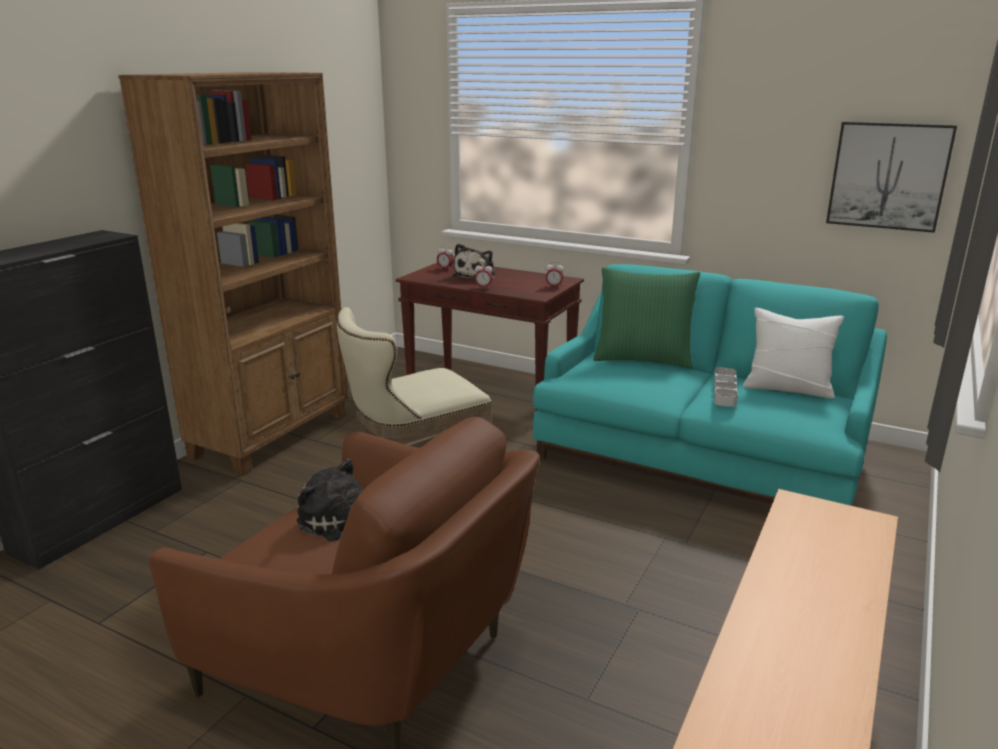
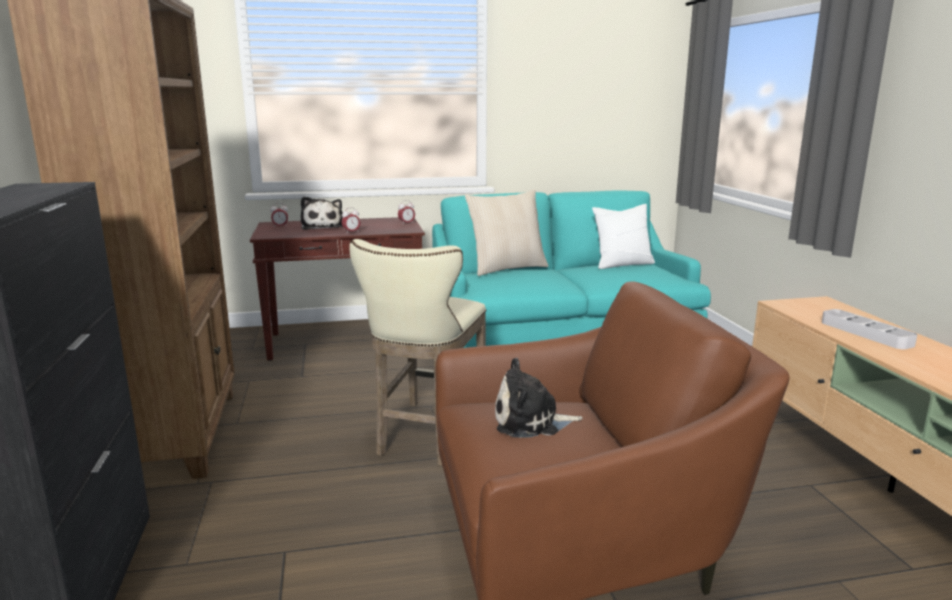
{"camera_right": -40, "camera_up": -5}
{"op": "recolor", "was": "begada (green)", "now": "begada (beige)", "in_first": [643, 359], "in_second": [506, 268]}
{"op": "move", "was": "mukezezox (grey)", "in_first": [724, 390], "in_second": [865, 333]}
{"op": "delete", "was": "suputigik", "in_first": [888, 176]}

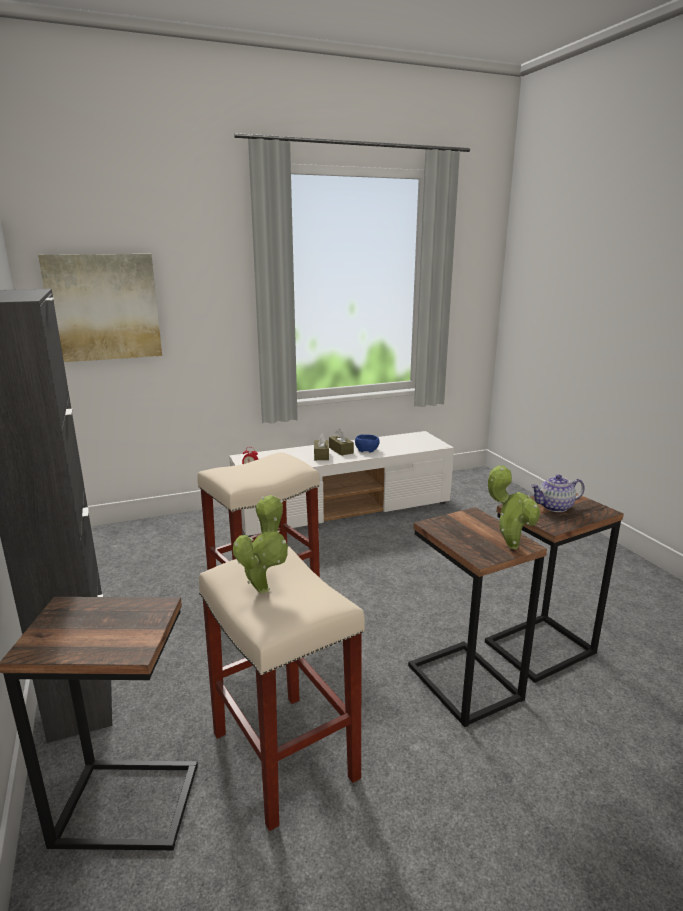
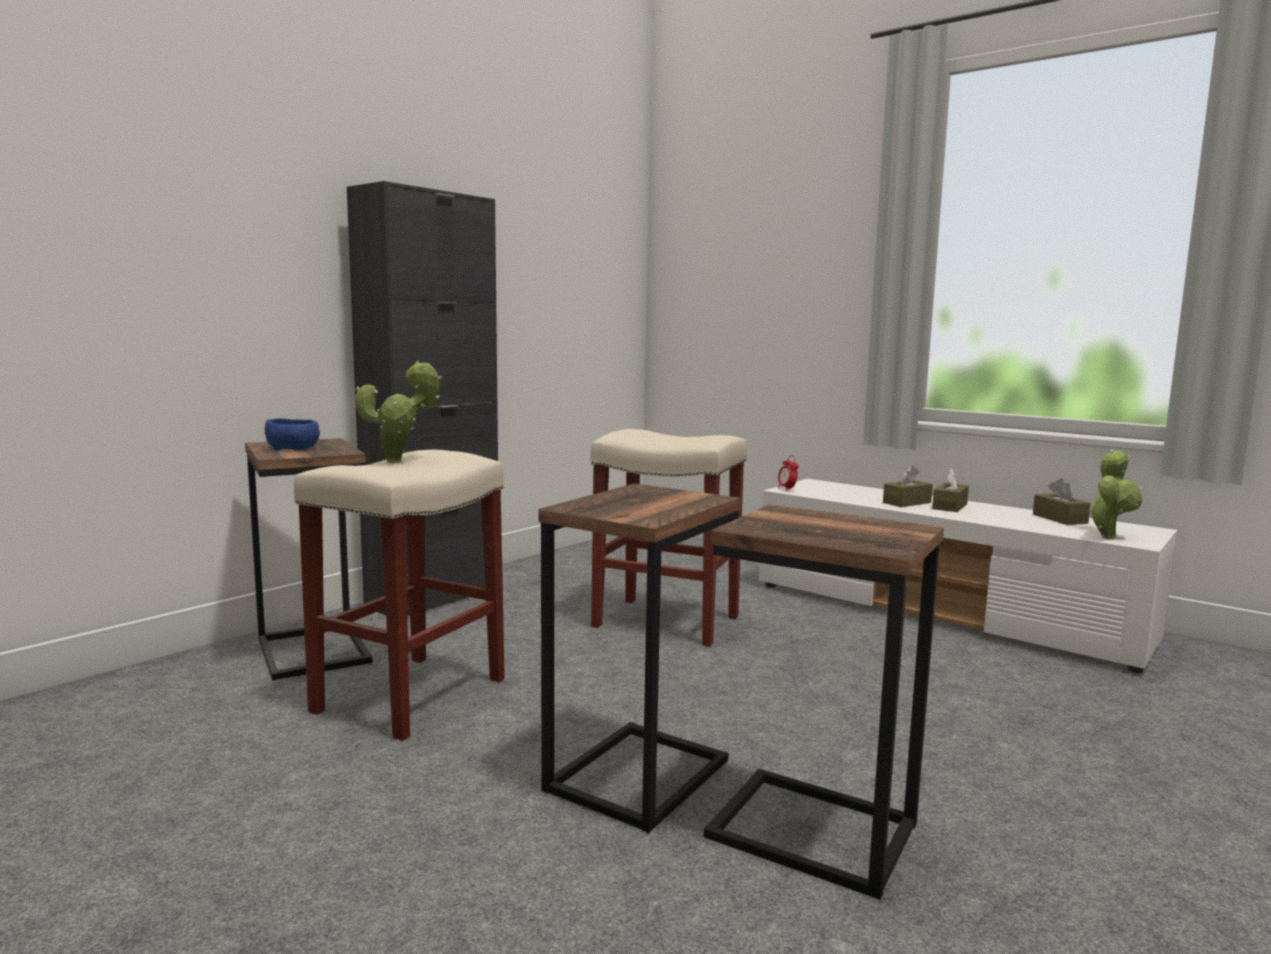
{"camera_right": 60, "camera_up": -10}
{"op": "delete", "was": "suputigik", "in_first": [103, 307]}
{"op": "move", "was": "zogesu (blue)", "in_first": [366, 449], "in_second": [294, 448]}
{"op": "move", "was": "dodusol", "in_first": [509, 545], "in_second": [1108, 537]}
{"op": "delete", "was": "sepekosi", "in_first": [555, 507]}
{"op": "insert", "now": "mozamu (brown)", "in_second": [1059, 519]}

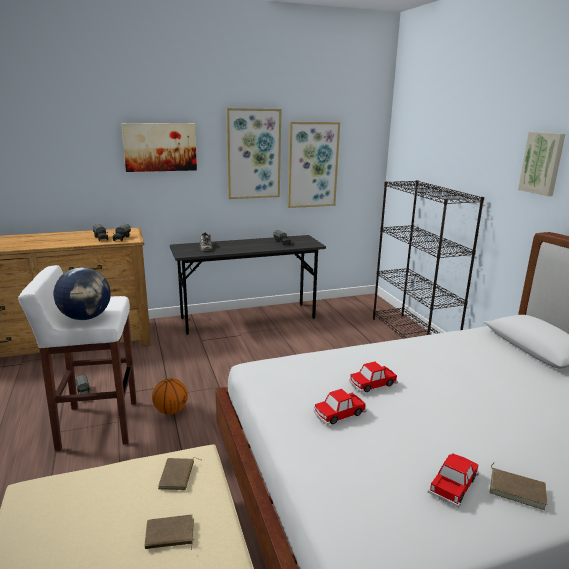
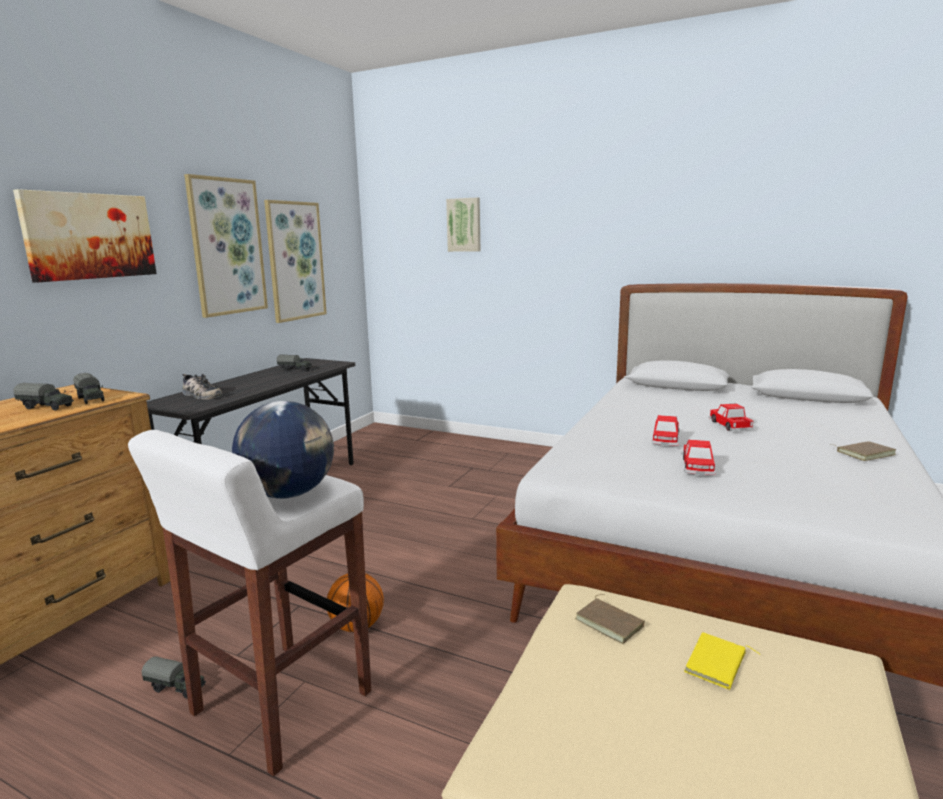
{"camera_right": -45, "camera_up": -5}
{"op": "recolor", "was": "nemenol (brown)", "now": "nemenol (yellow)", "in_first": [169, 535], "in_second": [717, 665]}
{"op": "delete", "was": "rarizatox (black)", "in_first": [413, 336]}
{"op": "move", "was": "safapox", "in_first": [453, 485], "in_second": [730, 425]}
{"op": "move", "was": "suputigik", "in_first": [542, 163], "in_second": [464, 225]}

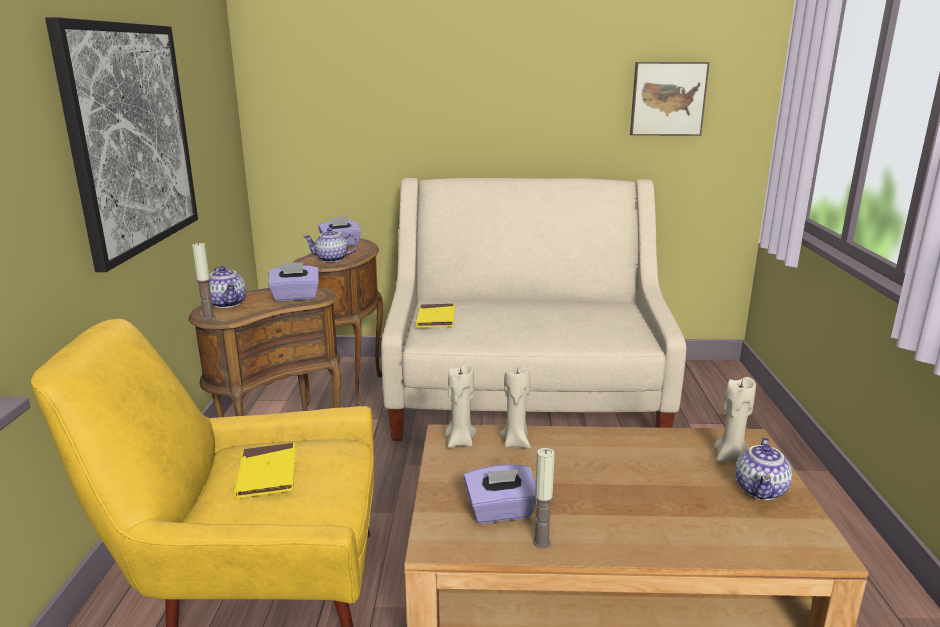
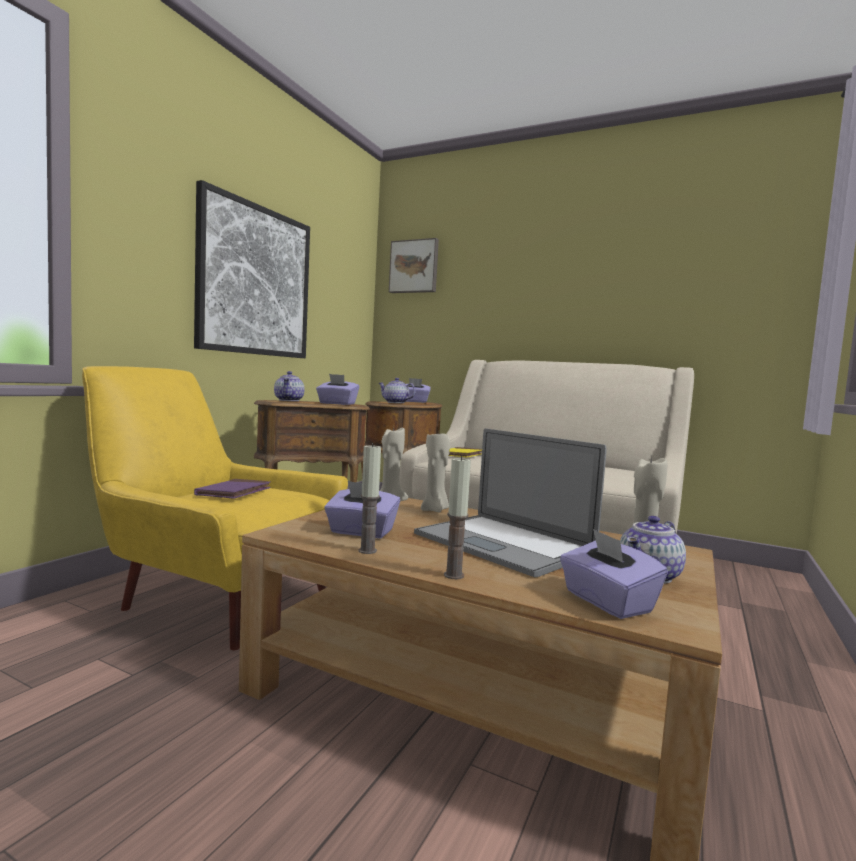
{"camera_right": 25, "camera_up": -15}
{"op": "move", "was": "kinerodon", "in_first": [208, 317], "in_second": [453, 575]}
{"op": "recolor", "was": "nemenol (yellow)", "now": "nemenol (purple)", "in_first": [267, 474], "in_second": [234, 492]}
{"op": "move", "was": "suputigik", "in_first": [667, 98], "in_second": [414, 267]}
{"op": "insert", "now": "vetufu", "in_second": [503, 544]}
{"op": "insert", "now": "mozamu (purple)", "in_second": [606, 602]}

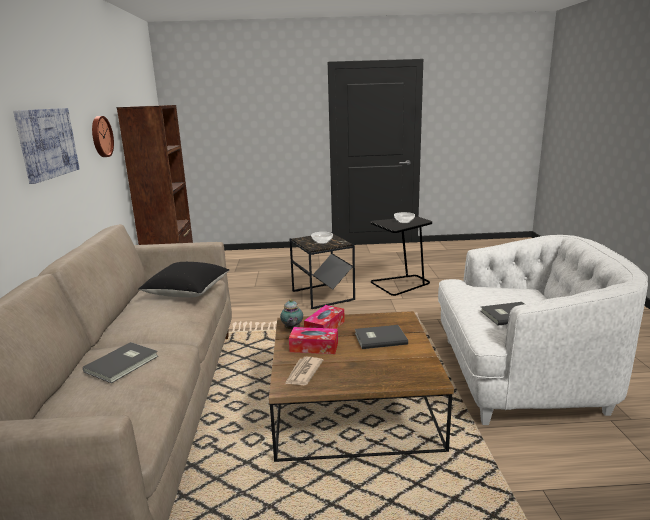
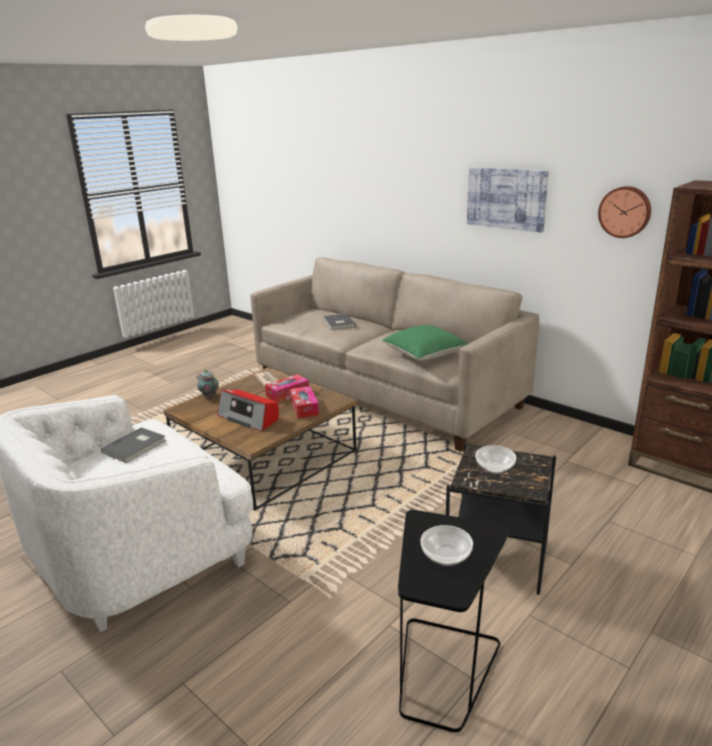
{"camera_right": 135, "camera_up": 5}
{"op": "recolor", "was": "begada (black)", "now": "begada (green)", "in_first": [187, 292], "in_second": [424, 355]}
{"op": "move", "was": "sepekosi", "in_first": [292, 329], "in_second": [209, 396]}
{"op": "replace", "was": "nemenol (grey)", "now": "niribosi", "in_first": [379, 338], "in_second": [249, 418]}

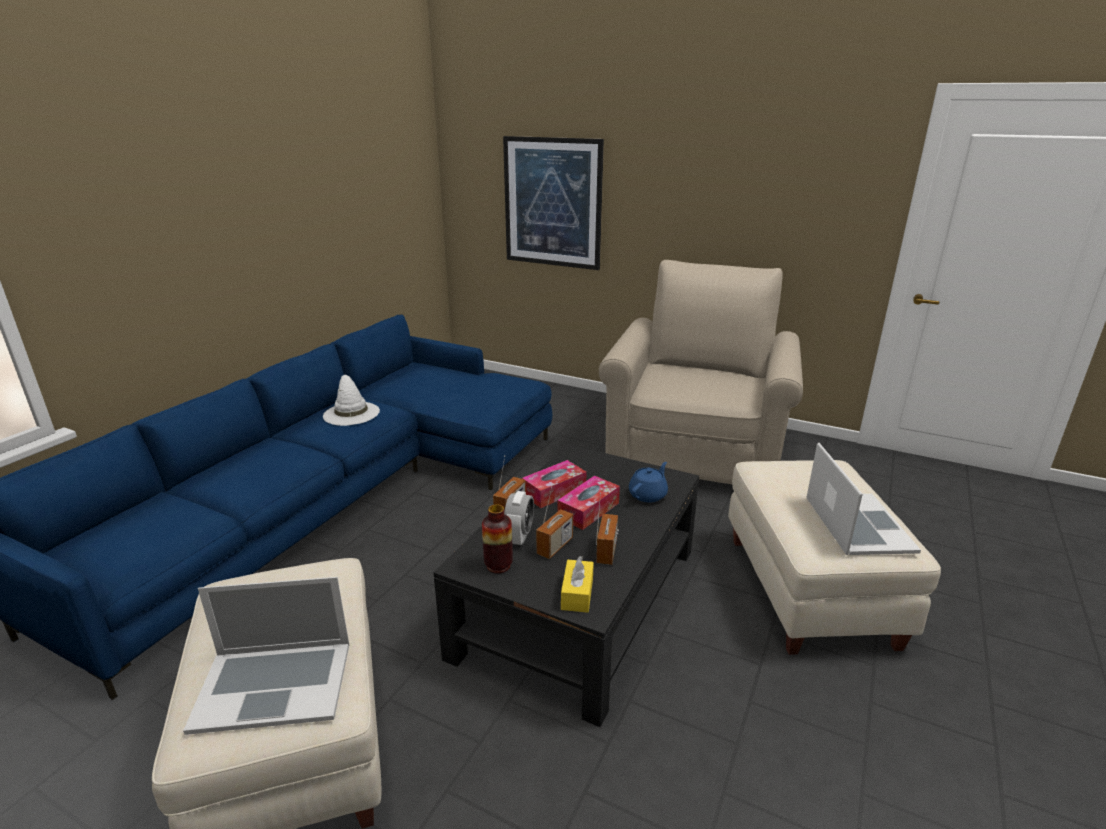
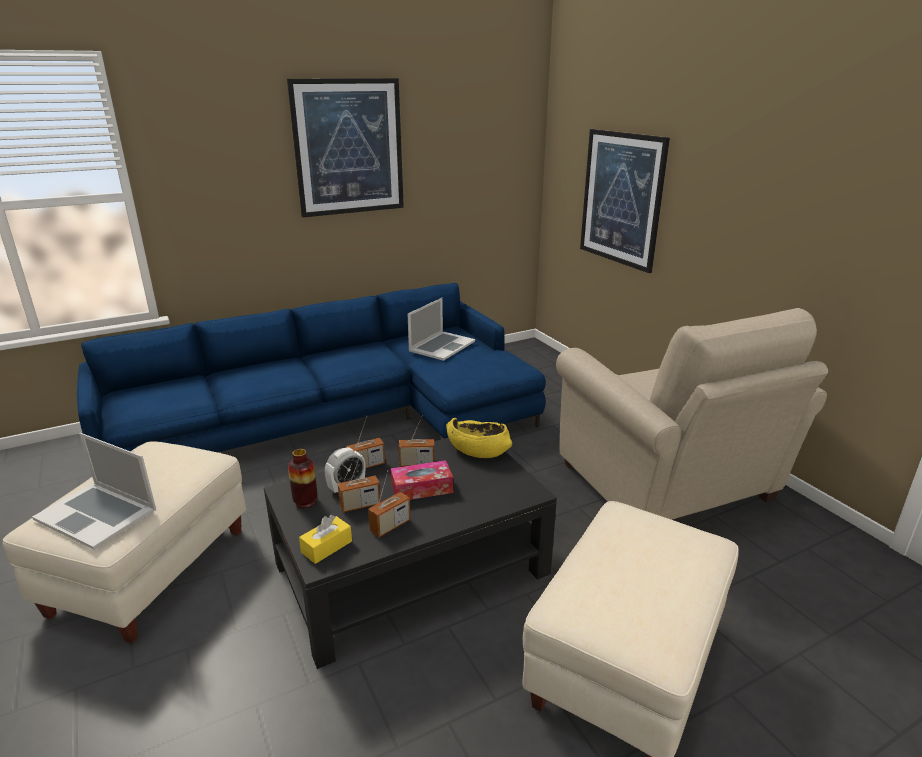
{"camera_right": 35, "camera_up": 0}
{"op": "delete", "was": "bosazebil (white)", "in_first": [351, 413]}
{"op": "replace", "was": "mozamu", "now": "niribosi", "in_first": [554, 491], "in_second": [417, 463]}
{"op": "rotate", "was": "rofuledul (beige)", "in_first": [696, 452], "in_second": [669, 486], "clockwise": 105}
{"op": "delete", "was": "sepekosi (blue)", "in_first": [648, 495]}
{"op": "move", "was": "vetufu", "in_first": [858, 524], "in_second": [442, 346]}
{"op": "insert", "now": "suputigik", "in_second": [349, 147]}
{"op": "insert", "now": "zogesu (yellow)", "in_second": [477, 450]}

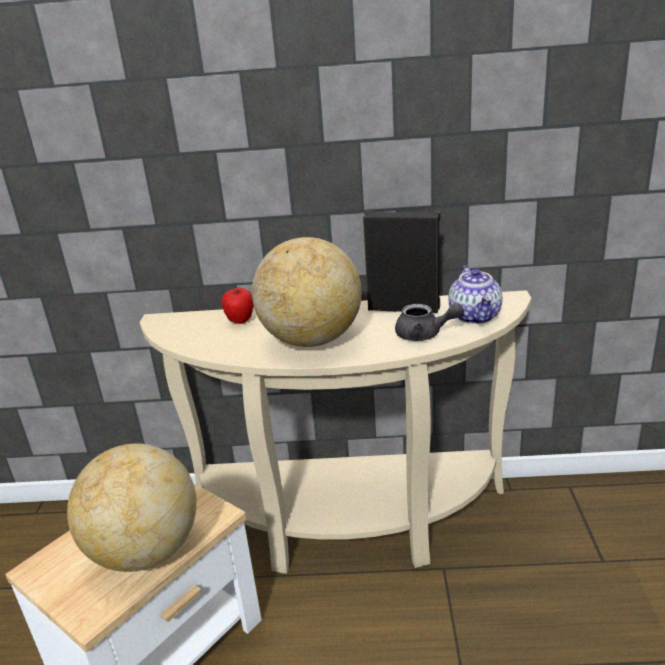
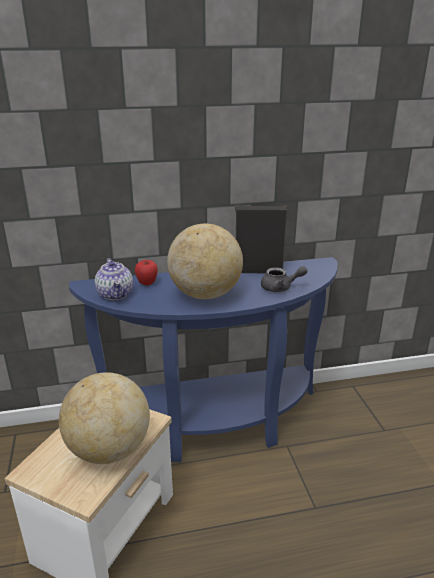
{"camera_right": -15, "camera_up": 0}
{"op": "recolor", "was": "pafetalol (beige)", "now": "pafetalol (blue)", "in_first": [349, 524], "in_second": [215, 424]}
{"op": "move", "was": "sepekosi", "in_first": [475, 316], "in_second": [116, 294]}

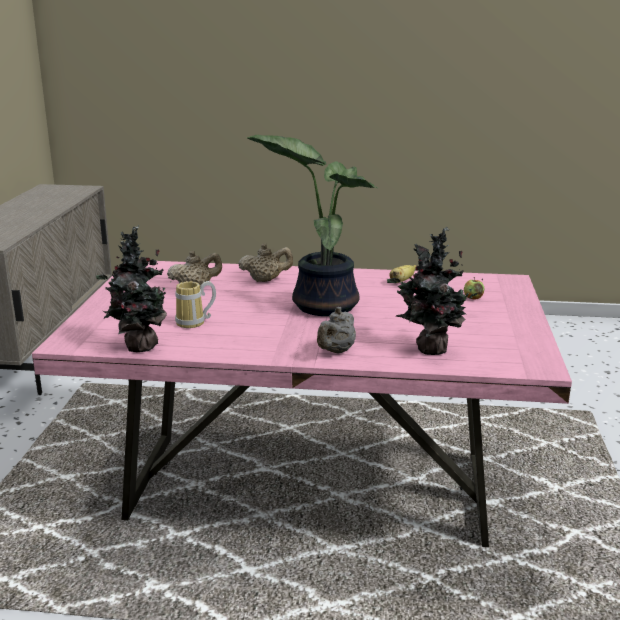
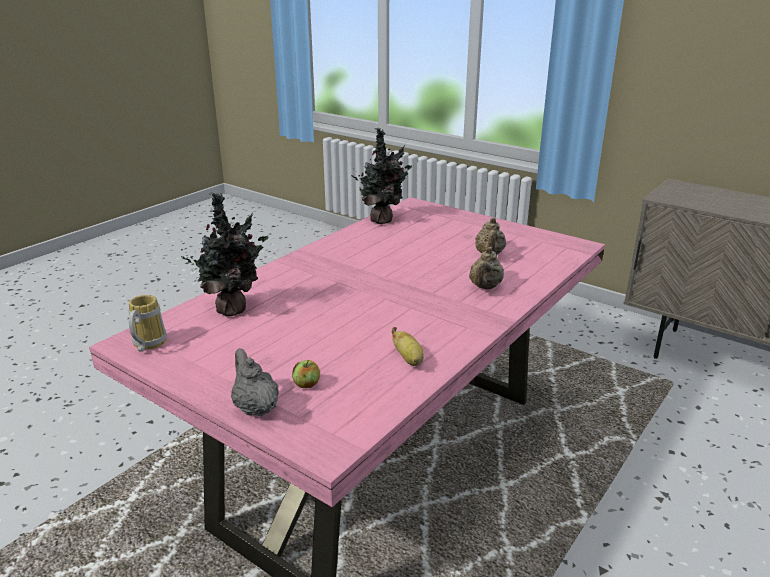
{"camera_right": 120, "camera_up": 5}
{"op": "move", "was": "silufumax", "in_first": [195, 323], "in_second": [146, 344]}
{"op": "delete", "was": "dodusol", "in_first": [322, 304]}
{"op": "move", "was": "sepekosi (grey)", "in_first": [336, 351], "in_second": [255, 407]}

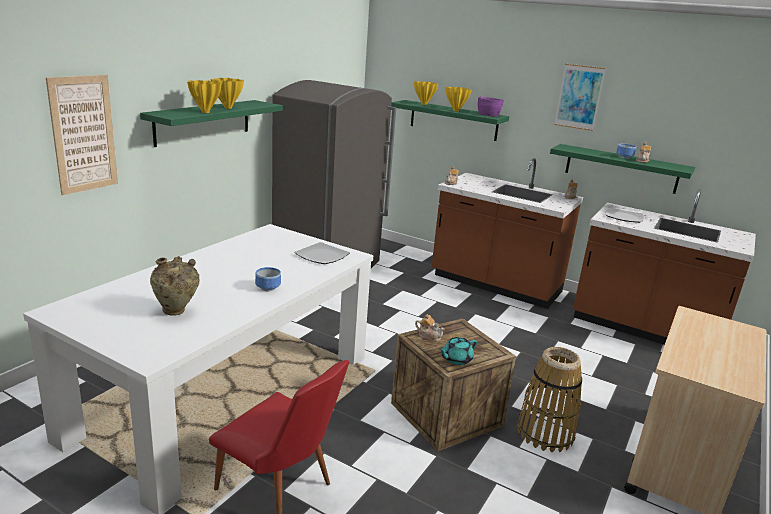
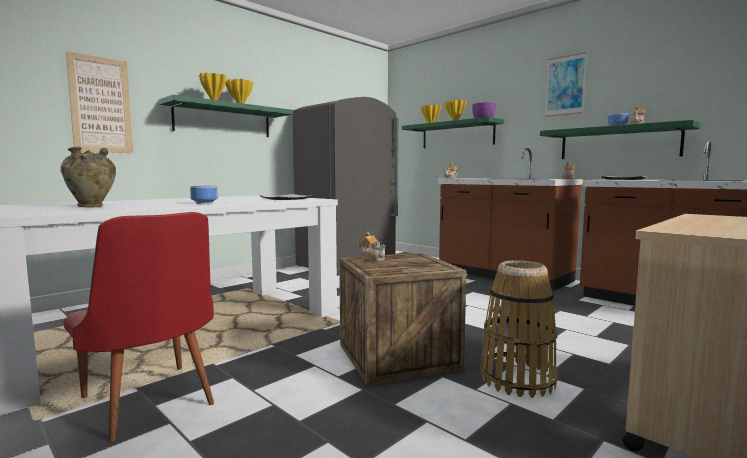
{"camera_right": 15, "camera_up": -15}
{"op": "delete", "was": "sepekosi (turquoise)", "in_first": [456, 359]}

